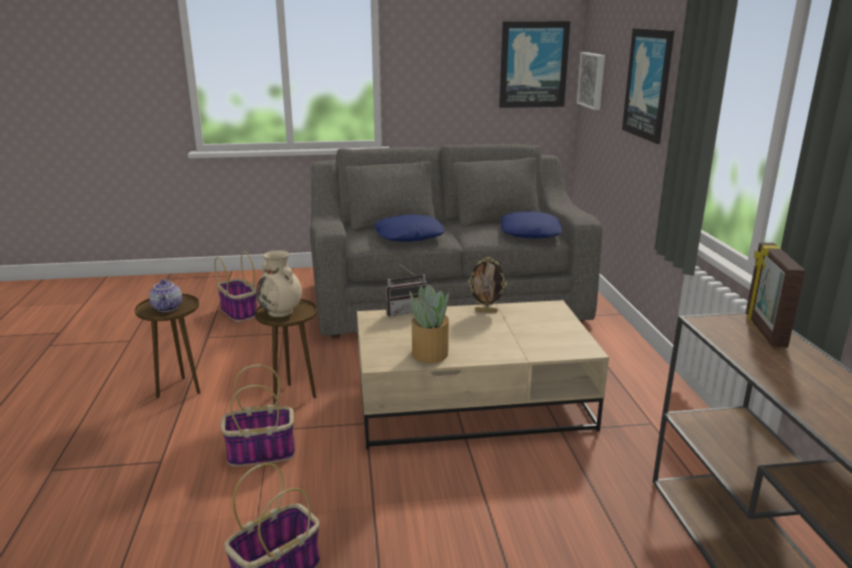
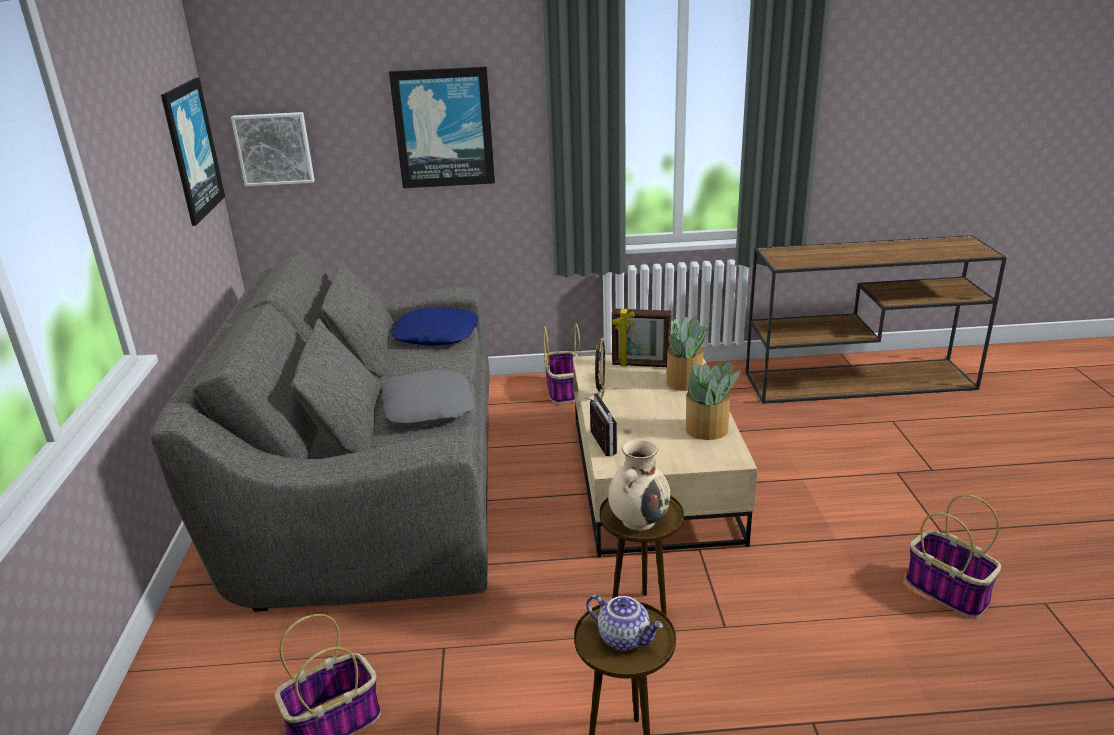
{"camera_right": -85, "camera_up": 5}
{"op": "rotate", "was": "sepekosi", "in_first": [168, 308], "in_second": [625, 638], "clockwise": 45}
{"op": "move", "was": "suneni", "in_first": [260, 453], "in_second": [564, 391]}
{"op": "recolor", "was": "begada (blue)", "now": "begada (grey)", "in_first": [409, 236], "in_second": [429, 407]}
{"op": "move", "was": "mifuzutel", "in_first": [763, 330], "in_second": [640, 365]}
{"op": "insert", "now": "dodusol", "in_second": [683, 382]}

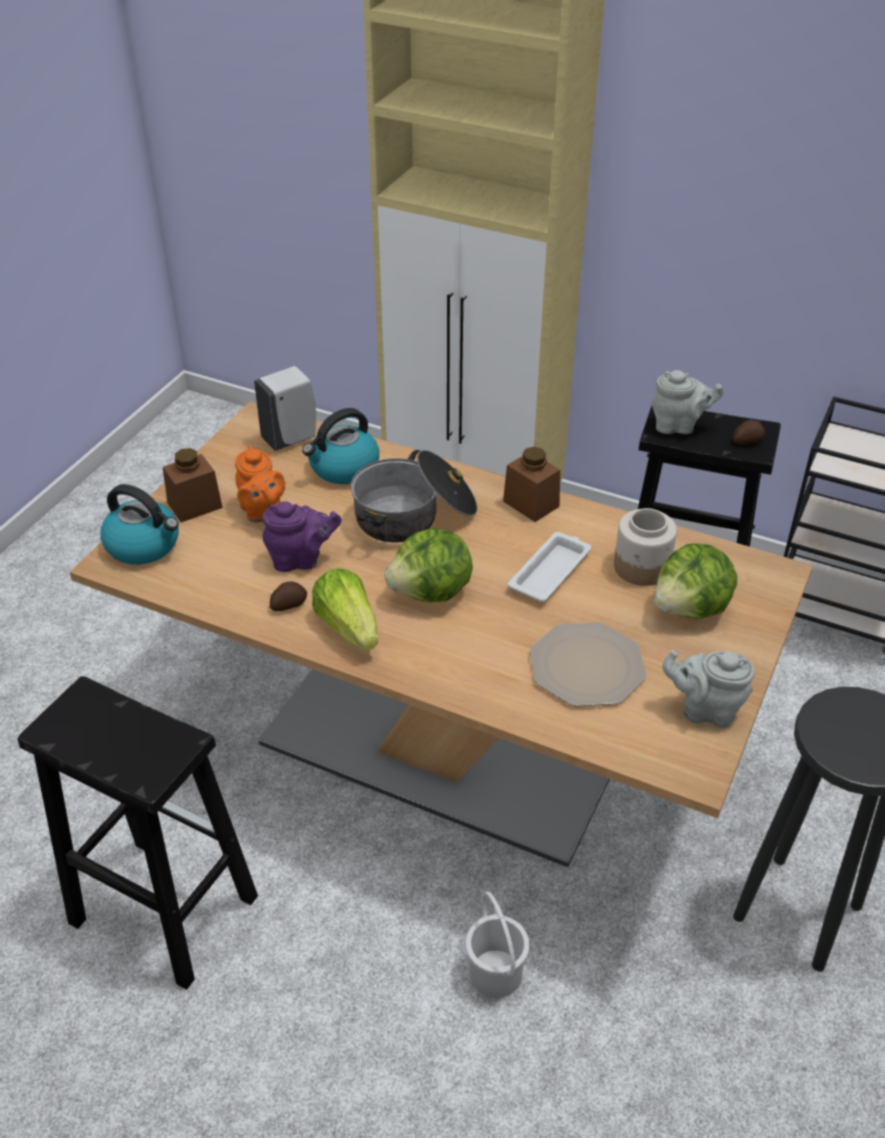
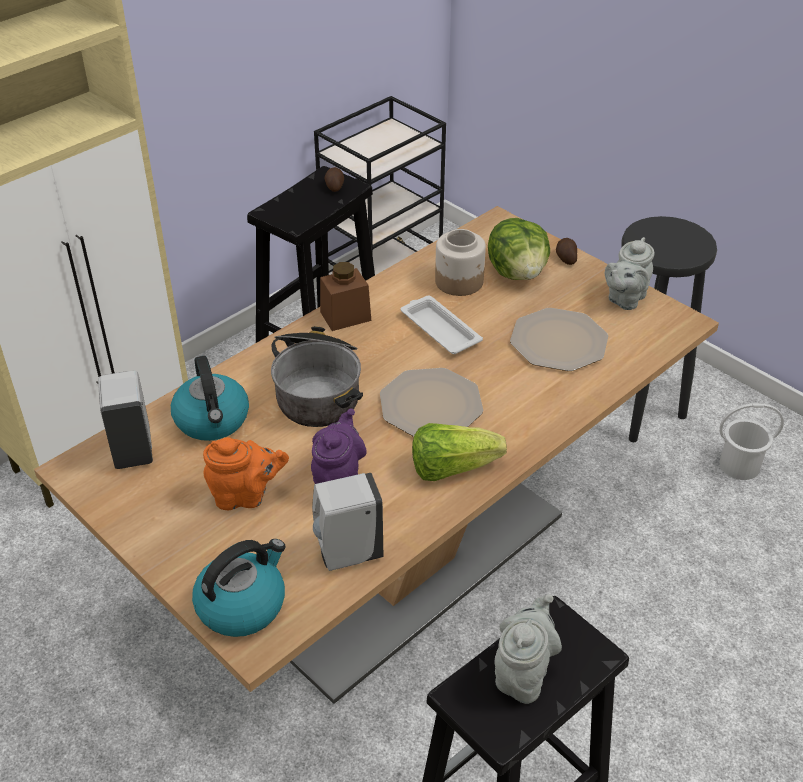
{"camera_right": -70, "camera_up": 0}
{"op": "delete", "was": "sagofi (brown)", "in_first": [195, 505]}
{"op": "move", "was": "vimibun", "in_first": [288, 604], "in_second": [565, 258]}
{"op": "replace", "was": "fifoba", "now": "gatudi", "in_first": [431, 593], "in_second": [431, 404]}
{"op": "move", "was": "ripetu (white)", "in_first": [495, 974], "in_second": [740, 466]}
{"op": "move", "was": "sepekosi (grey)", "in_first": [679, 426], "in_second": [523, 673]}
{"op": "insert", "now": "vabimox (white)", "in_second": [346, 554]}

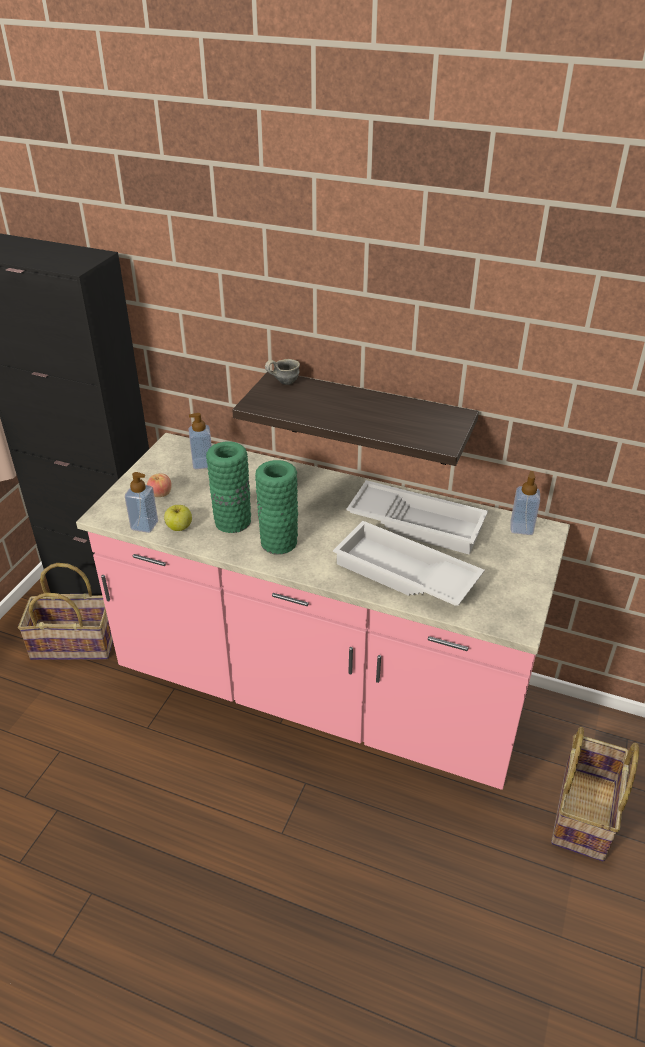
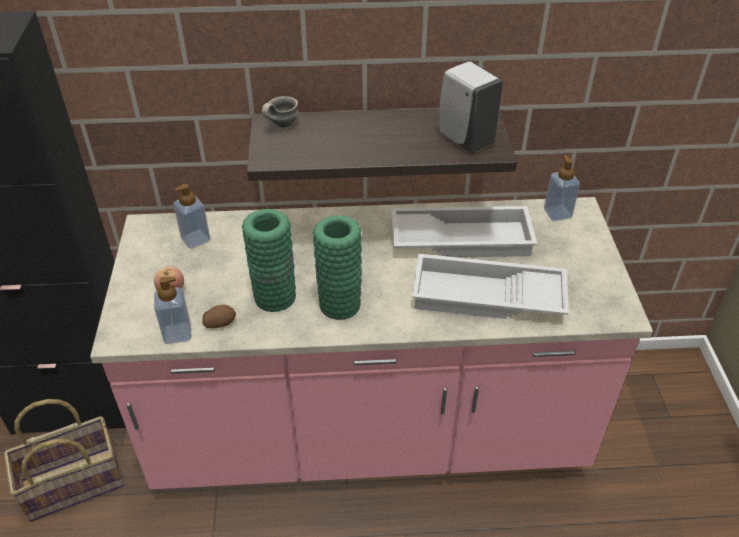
{"camera_right": -25, "camera_up": 5}
{"op": "replace", "was": "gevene", "now": "vimibun", "in_first": [179, 527], "in_second": [220, 322]}
{"op": "delete", "was": "suneni", "in_first": [585, 813]}
{"op": "insert", "now": "vabimox (white)", "in_second": [464, 139]}

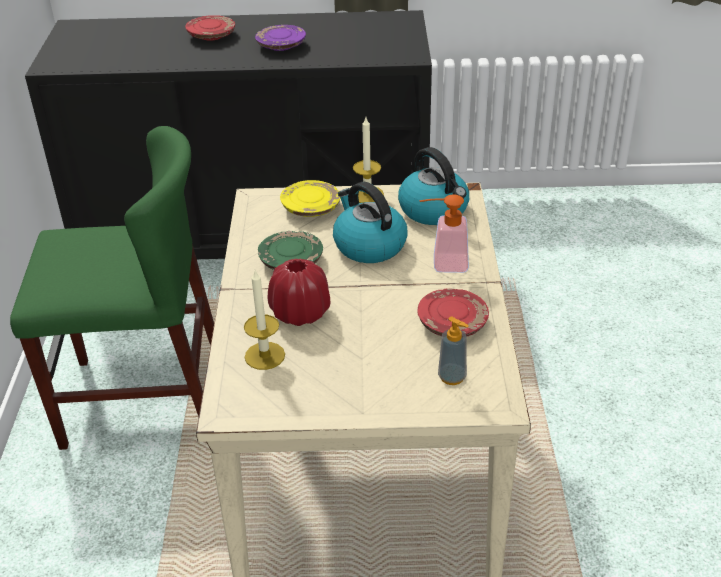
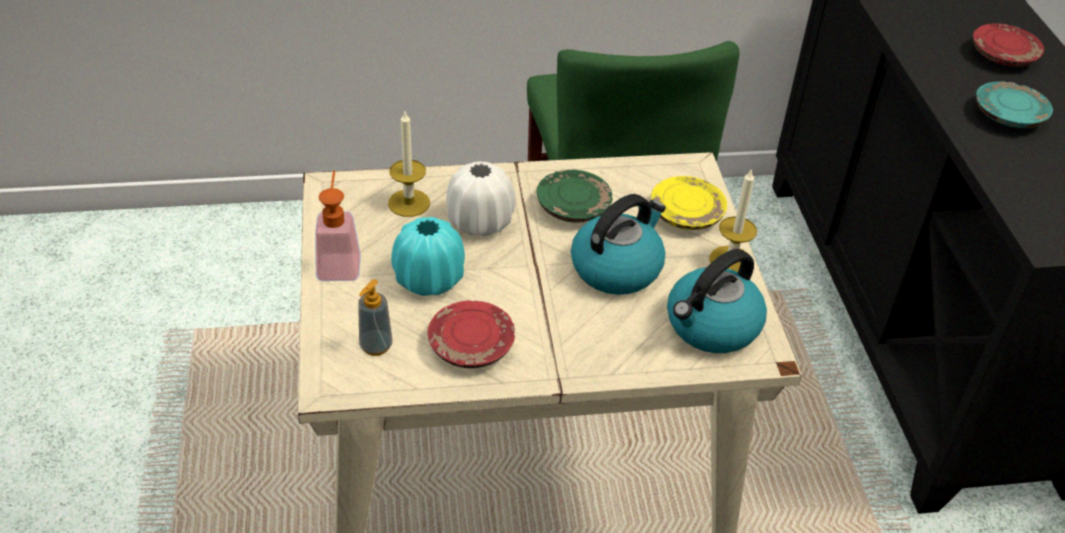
{"camera_right": 80, "camera_up": 5}
{"op": "recolor", "was": "gatudi (purple)", "now": "gatudi (turquoise)", "in_first": [281, 46], "in_second": [1008, 116]}
{"op": "recolor", "was": "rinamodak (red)", "now": "rinamodak (white)", "in_first": [300, 313], "in_second": [480, 222]}
{"op": "move", "was": "vabimox", "in_first": [443, 263], "in_second": [339, 262]}
{"op": "insert", "now": "rinamodak (turquoise)", "in_second": [429, 279]}

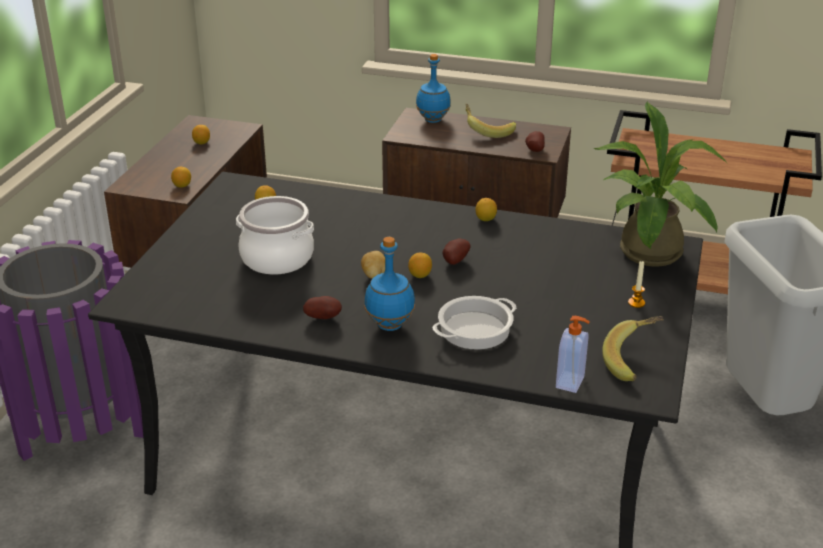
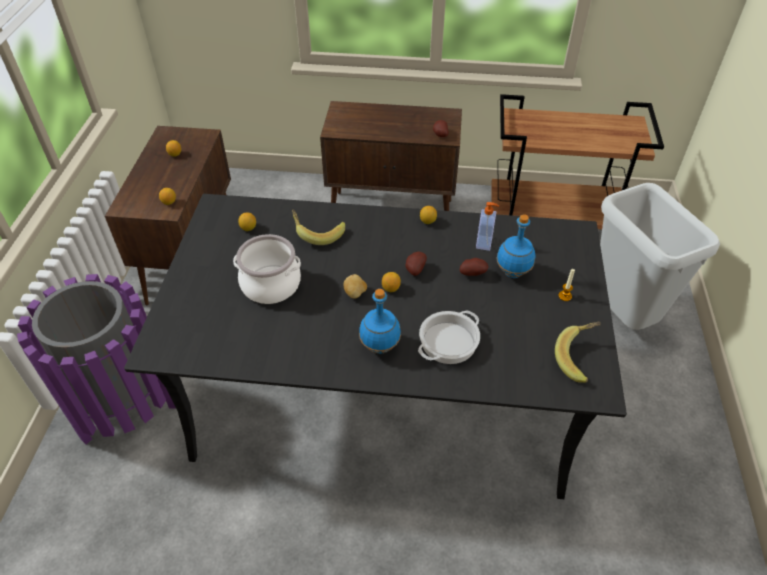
{"camera_right": -10, "camera_up": 15}
{"op": "move", "was": "vimibun", "in_first": [324, 317], "in_second": [472, 273]}
{"op": "move", "was": "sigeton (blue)", "in_first": [432, 120], "in_second": [512, 273]}
{"op": "move", "was": "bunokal", "in_first": [487, 131], "in_second": [318, 233]}
{"op": "move", "was": "vabimox", "in_first": [571, 382], "in_second": [484, 243]}
{"op": "delete", "was": "dodusol", "in_first": [650, 257]}

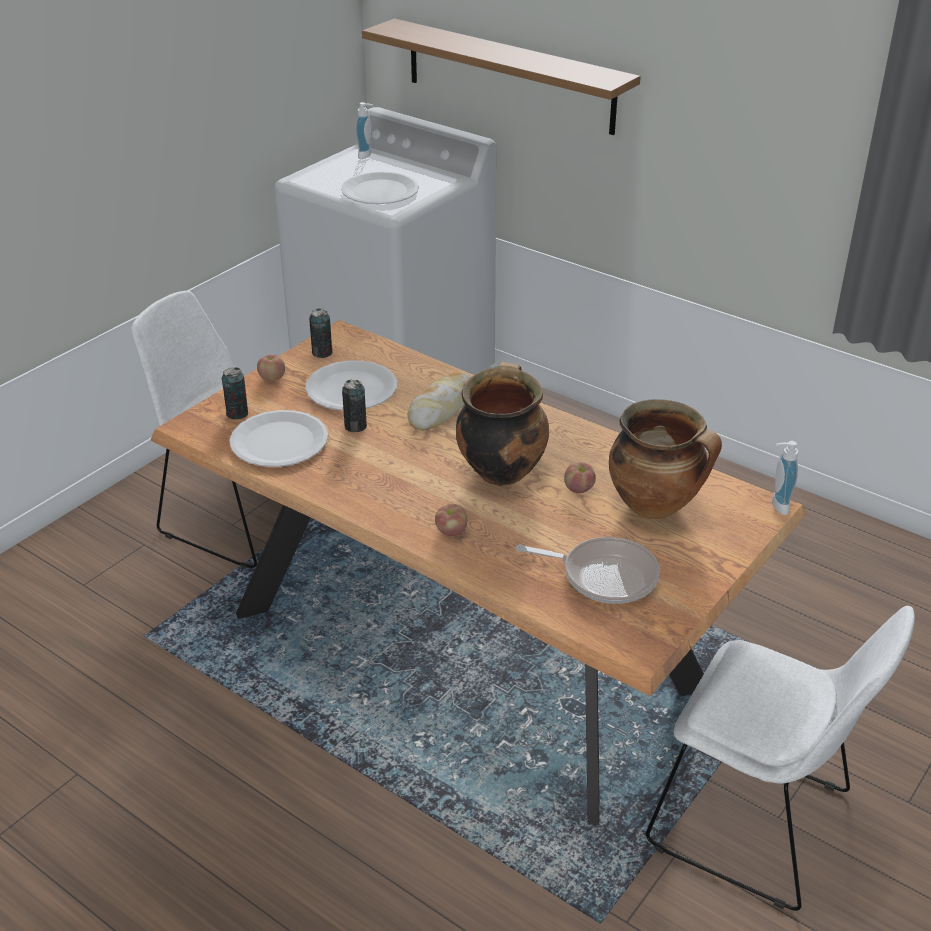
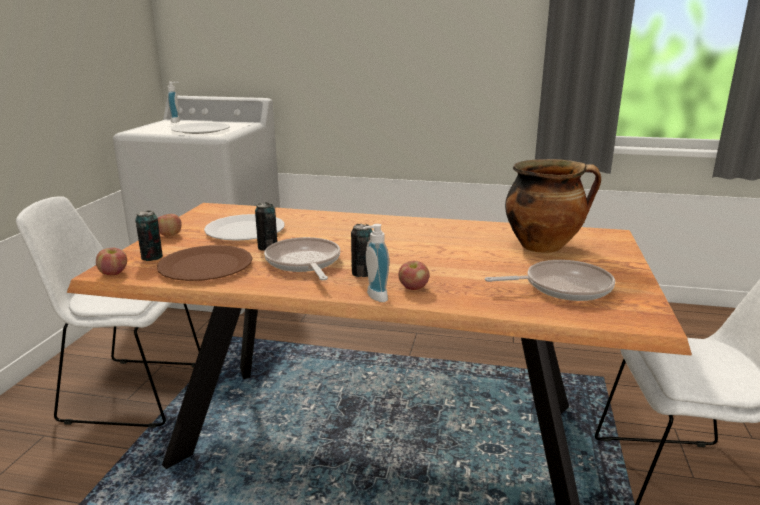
{"camera_right": -25, "camera_up": -15}
{"op": "recolor", "was": "gatudi (white)", "now": "gatudi (brown)", "in_first": [279, 441], "in_second": [206, 266]}
{"op": "move", "was": "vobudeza", "in_first": [322, 353], "in_second": [362, 273]}
{"op": "delete", "was": "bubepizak", "in_first": [509, 76]}
{"op": "delete", "was": "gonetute", "in_first": [443, 408]}
{"op": "delete", "was": "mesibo", "in_first": [501, 470]}
{"op": "move", "was": "gevene", "in_first": [579, 489], "in_second": [113, 273]}
{"op": "move", "was": "vabimox", "in_first": [776, 505], "in_second": [374, 297]}
{"op": "insert", "now": "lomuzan", "in_second": [304, 263]}

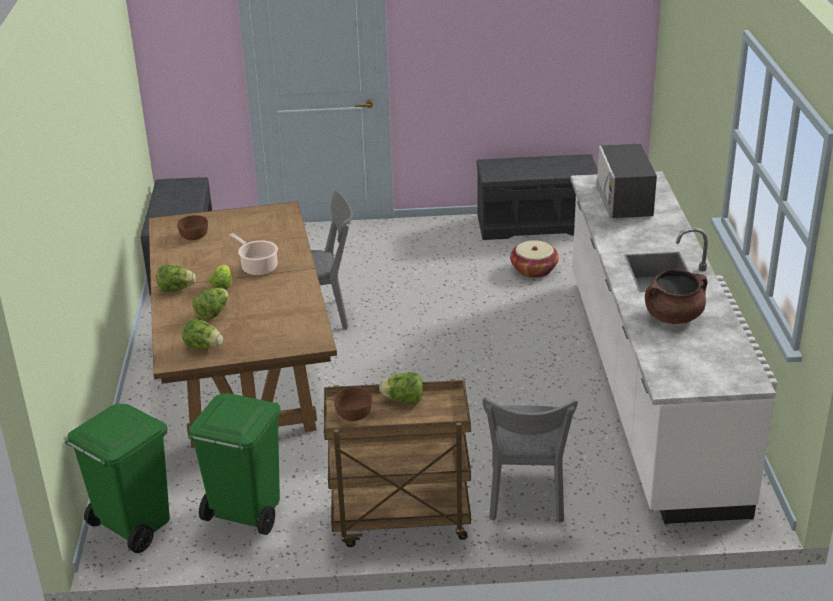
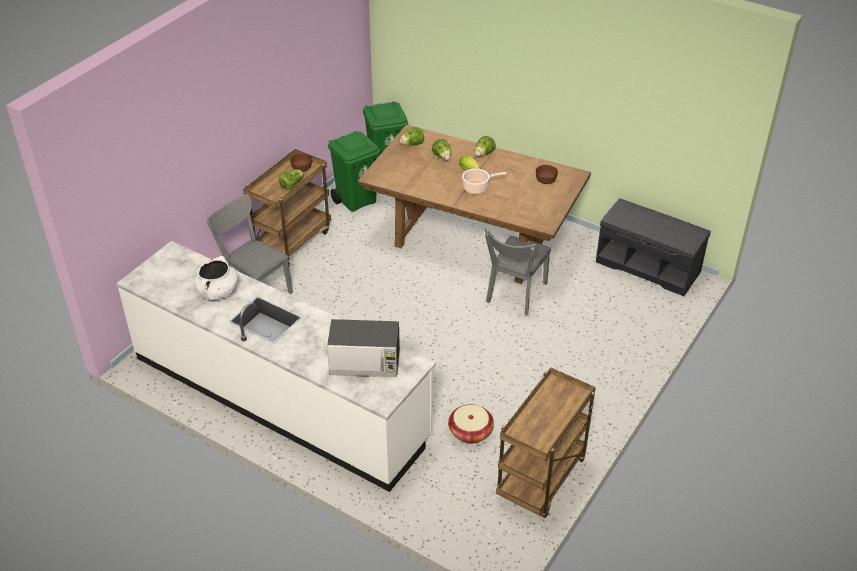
{"camera_right": 125, "camera_up": 10}
{"op": "replace", "was": "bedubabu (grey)", "now": "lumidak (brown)", "in_first": [536, 224], "in_second": [541, 480]}
{"op": "rotate", "was": "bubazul", "in_first": [624, 201], "in_second": [365, 363], "clockwise": 150}
{"op": "recolor", "was": "mesibo (brown)", "now": "mesibo (white)", "in_first": [673, 317], "in_second": [218, 292]}

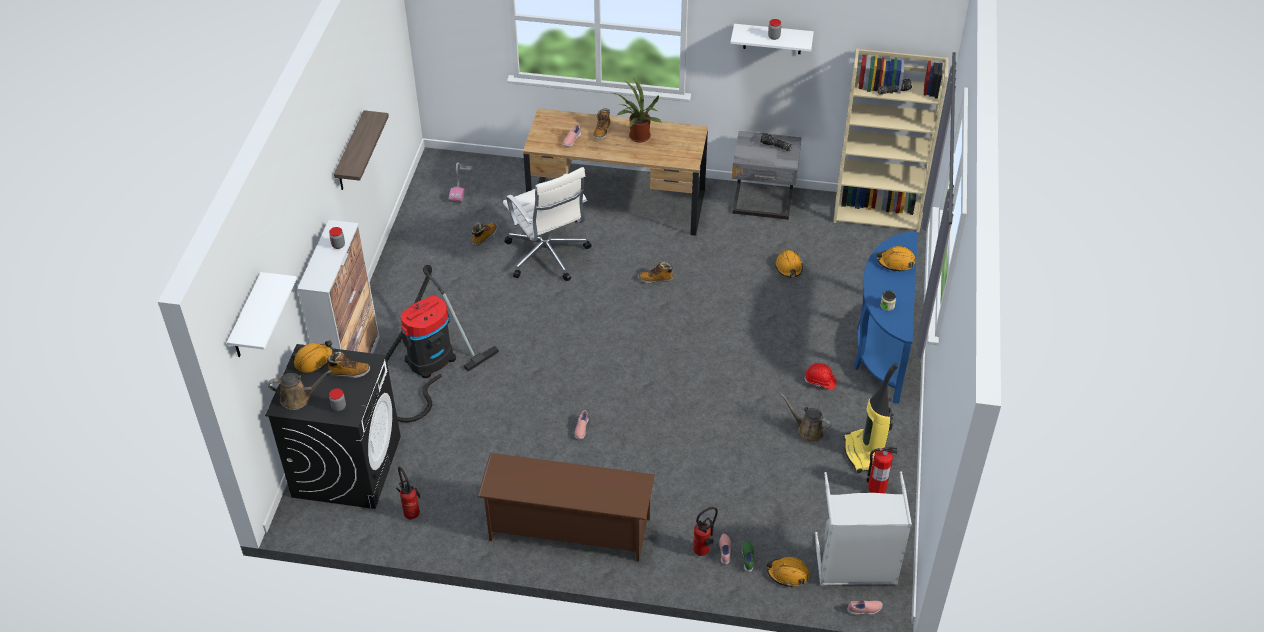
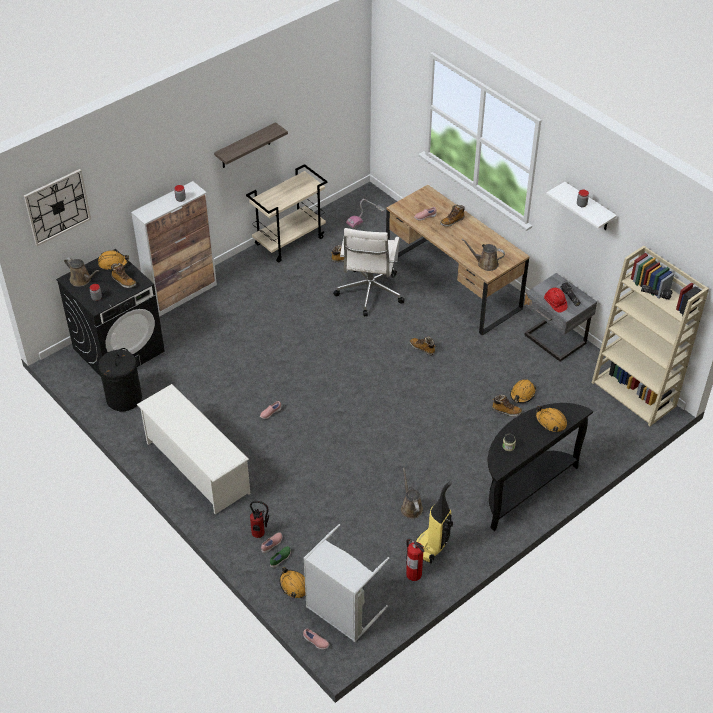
{"camera_right": 40, "camera_up": 0}
{"op": "replace", "was": "bubepizak (white)", "now": "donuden", "in_first": [247, 318], "in_second": [57, 207]}
{"op": "delete", "was": "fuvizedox", "in_first": [426, 363]}
{"op": "replace", "was": "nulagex", "now": "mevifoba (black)", "in_first": [411, 512], "in_second": [124, 398]}
{"op": "recolor", "was": "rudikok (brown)", "now": "rudikok (white)", "in_first": [568, 529], "in_second": [196, 467]}
{"op": "delete", "was": "dodusol", "in_first": [637, 137]}
{"op": "move", "was": "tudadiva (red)", "in_first": [820, 381], "in_second": [555, 304]}
{"op": "recolor", "was": "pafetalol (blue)", "now": "pafetalol (black)", "in_first": [881, 349], "in_second": [524, 488]}
{"op": "insert", "now": "lumidak (beige)", "in_second": [289, 240]}
{"op": "insert", "now": "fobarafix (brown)", "in_second": [485, 263]}
{"op": "insert", "now": "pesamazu", "in_second": [506, 411]}

